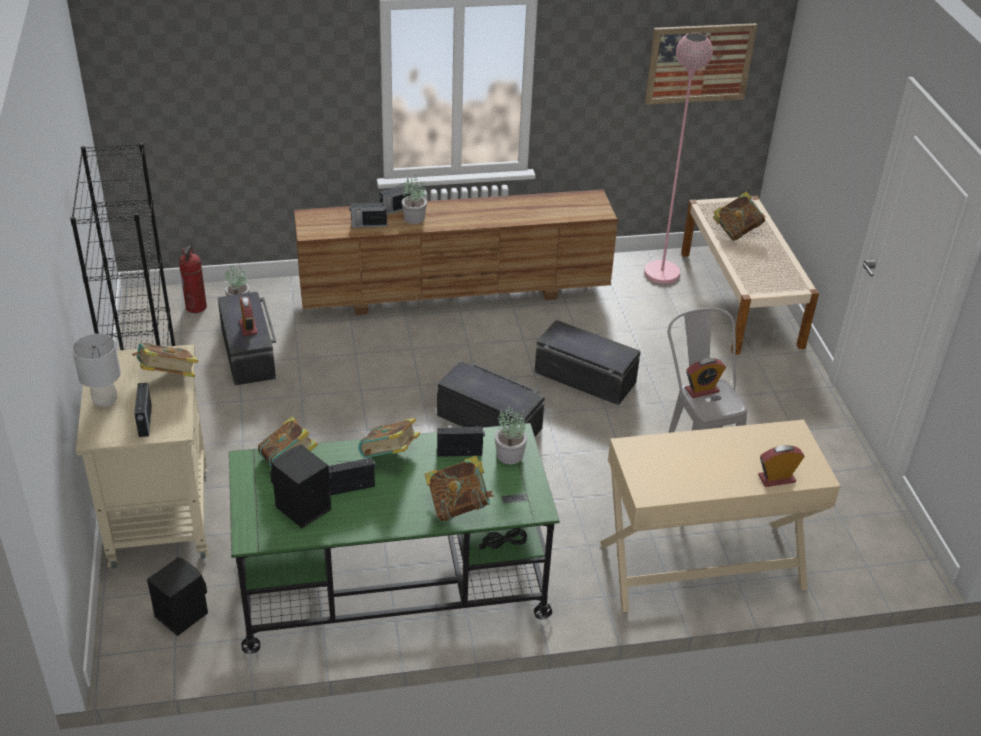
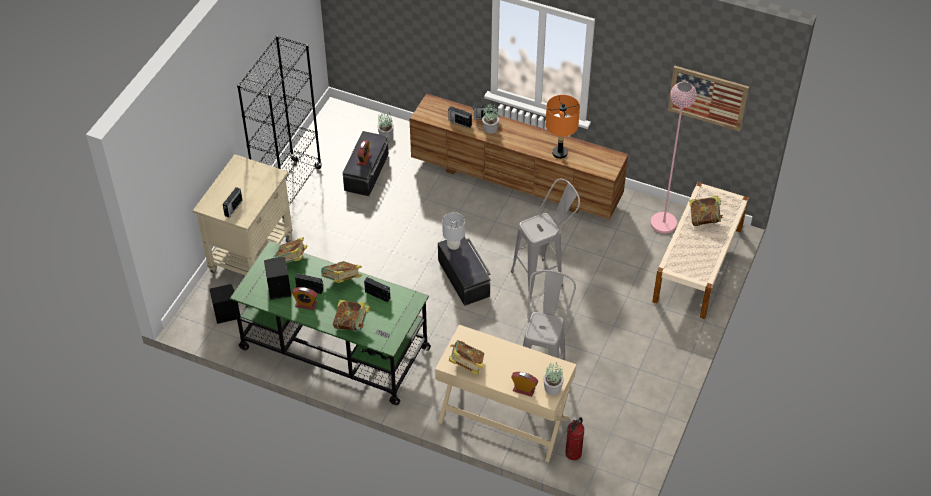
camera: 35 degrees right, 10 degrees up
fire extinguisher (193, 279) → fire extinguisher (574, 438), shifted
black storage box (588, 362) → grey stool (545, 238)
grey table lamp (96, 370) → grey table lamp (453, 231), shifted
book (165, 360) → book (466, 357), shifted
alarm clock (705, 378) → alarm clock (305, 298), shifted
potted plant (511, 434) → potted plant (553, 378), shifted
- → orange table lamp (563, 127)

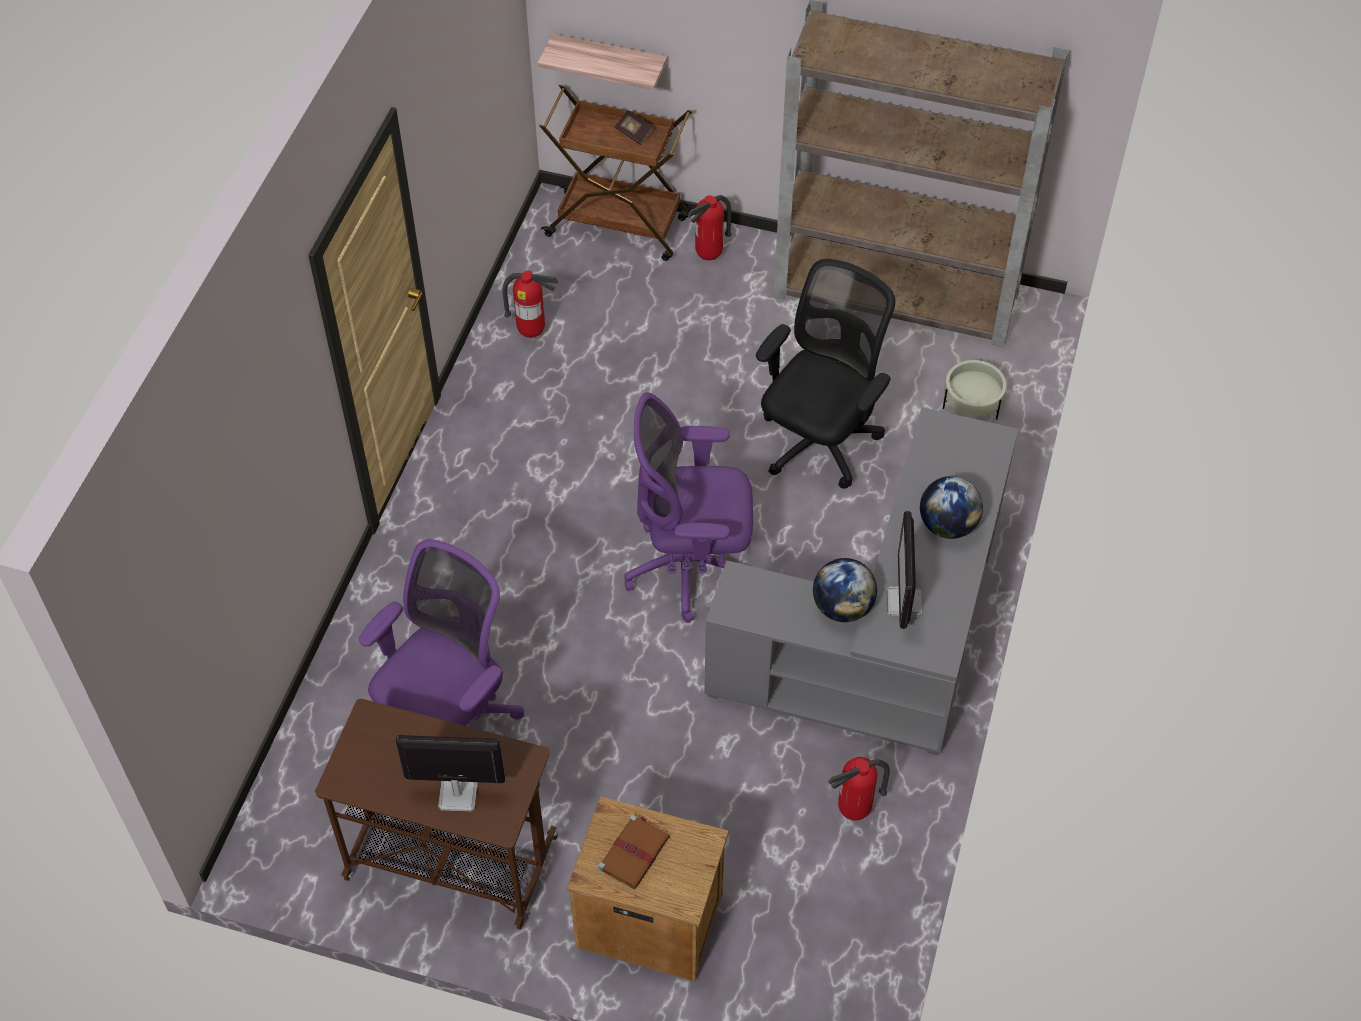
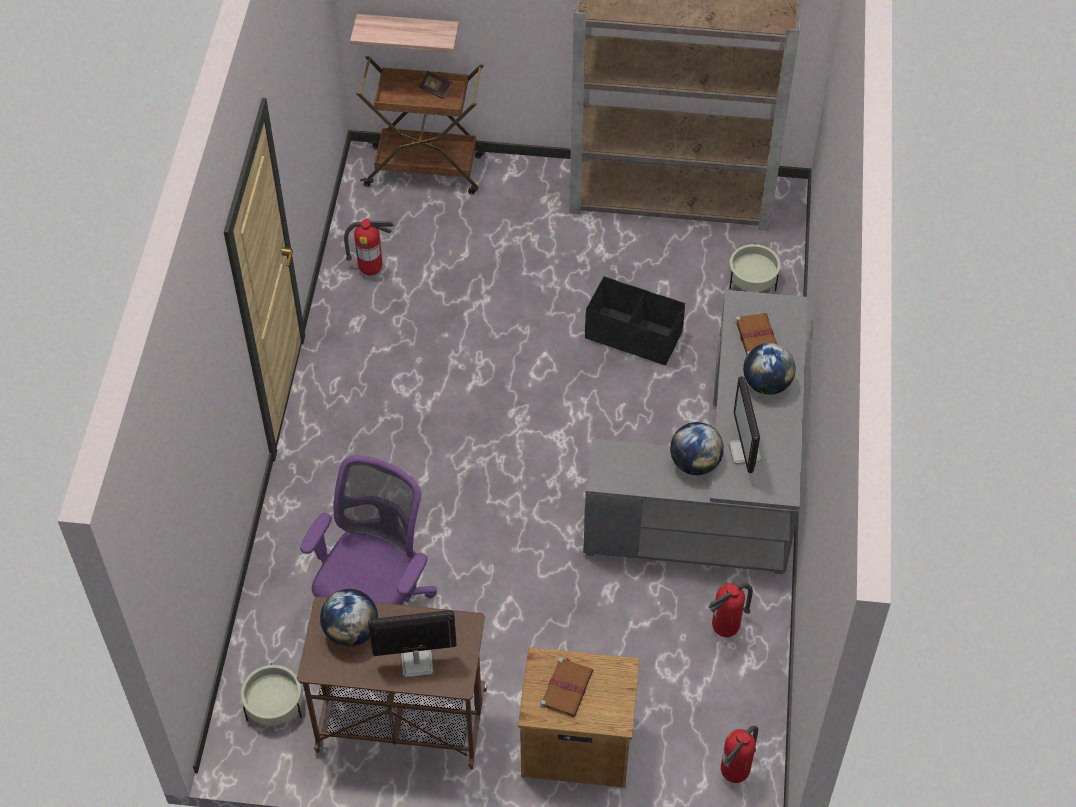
camera: 10 degrees left, 0 degrees up
fire extinguisher (710, 227) → fire extinguisher (739, 754), shifted
black office chair (825, 374) → black storage box (635, 321)
purple office chair (688, 507) → -
- → brown book (756, 335)
- → globe (349, 618)
- → beige planter (272, 694)

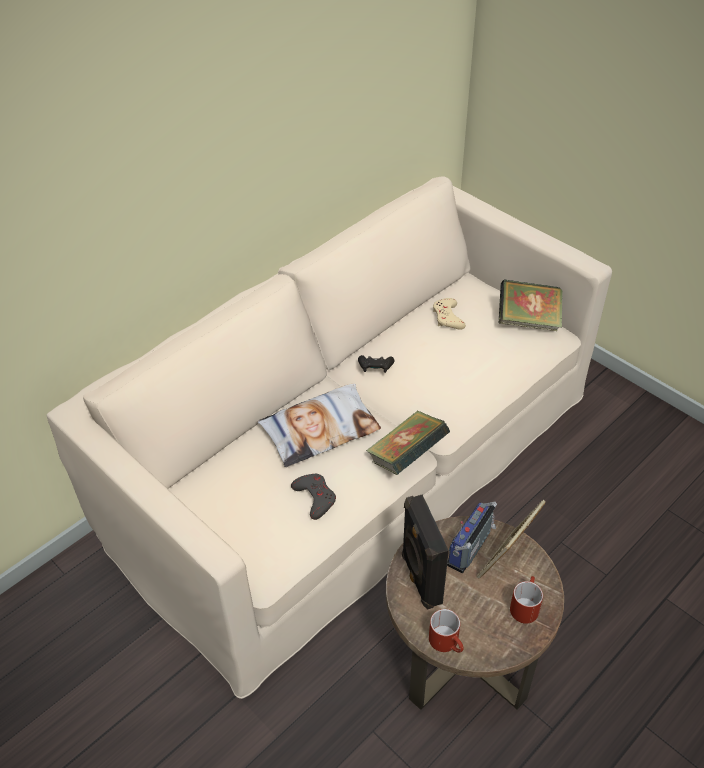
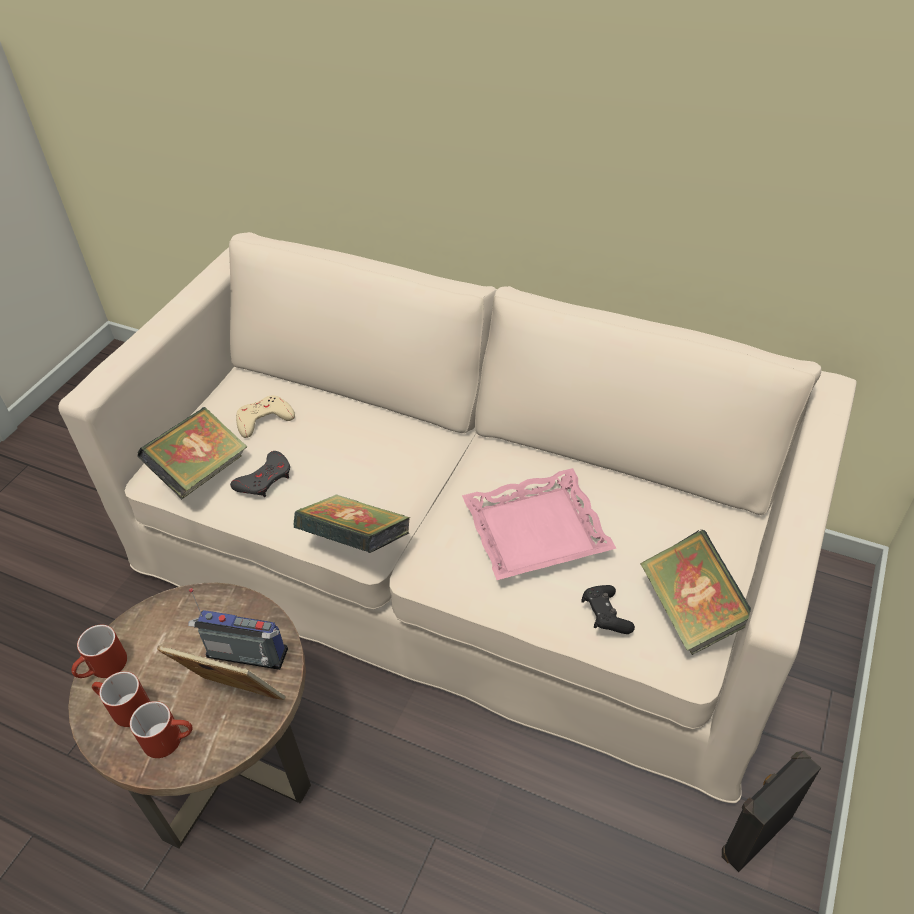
camera: 70 degrees right, 0 degrees up
beige game controller (449, 314) → beige game controller (265, 416), shifted
black game controller (376, 364) → black game controller (608, 609), shifted
pillow (319, 425) → -
black speaker (425, 551) → black speaker (771, 811), shifted
- → book (192, 453)
- → pink tray (539, 524)
- → red mug (121, 699)

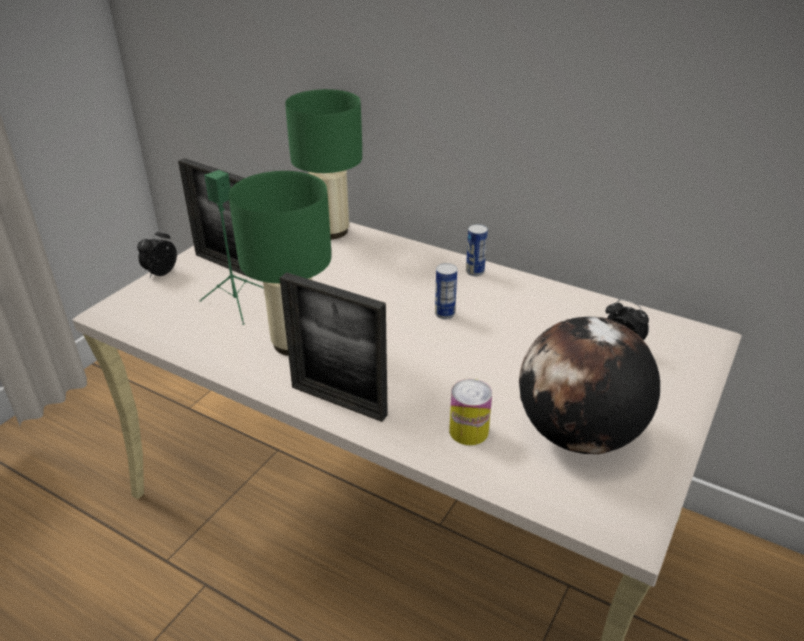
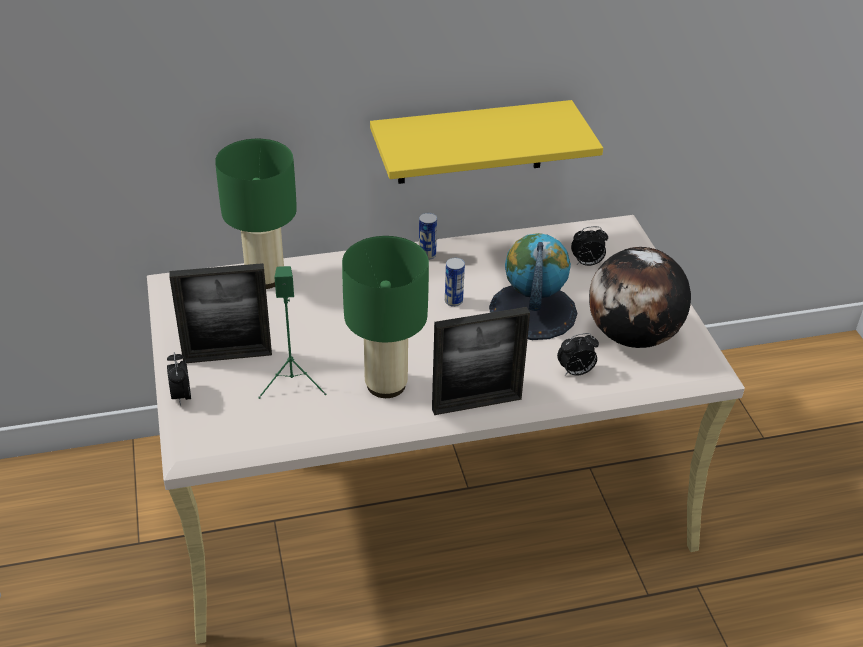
camera: 45 degrees left, 5 degrees up
can (470, 412) → alarm clock (578, 354)
- → yellow shelf (486, 142)
- → globe (533, 286)

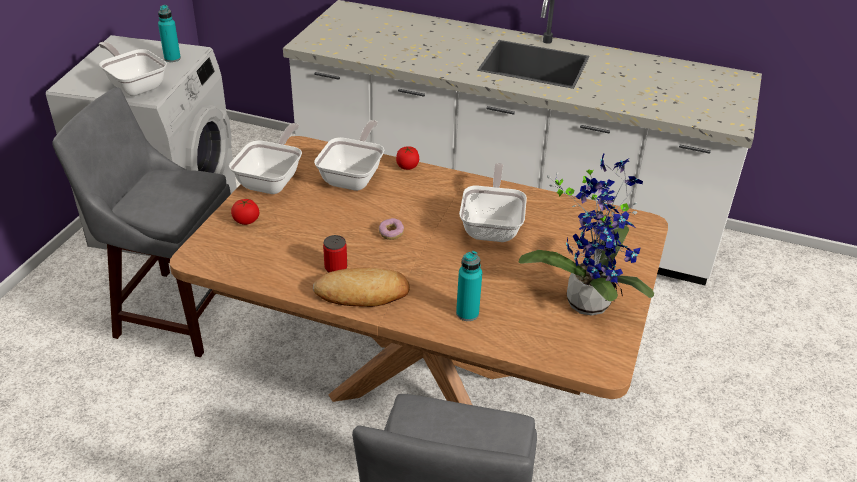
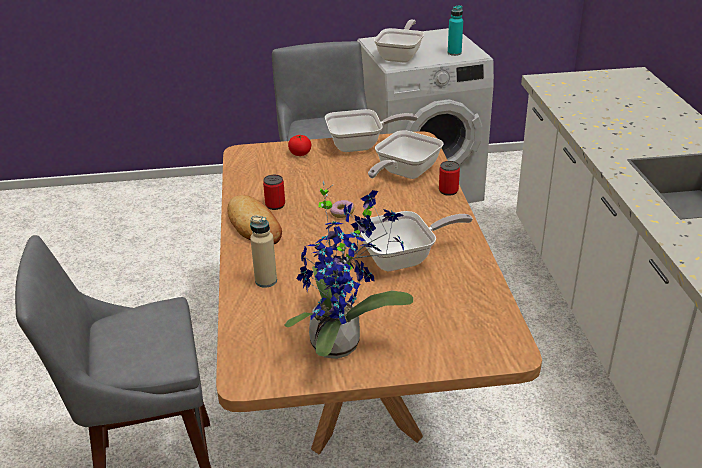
camera: 65 degrees right, 5 degrees down
frying pan (349, 155) → frying pan (406, 154), 135 degrees clockwise
tomato (407, 158) → can (449, 178)
turquoise bottle (469, 286) → beige bottle (263, 251)

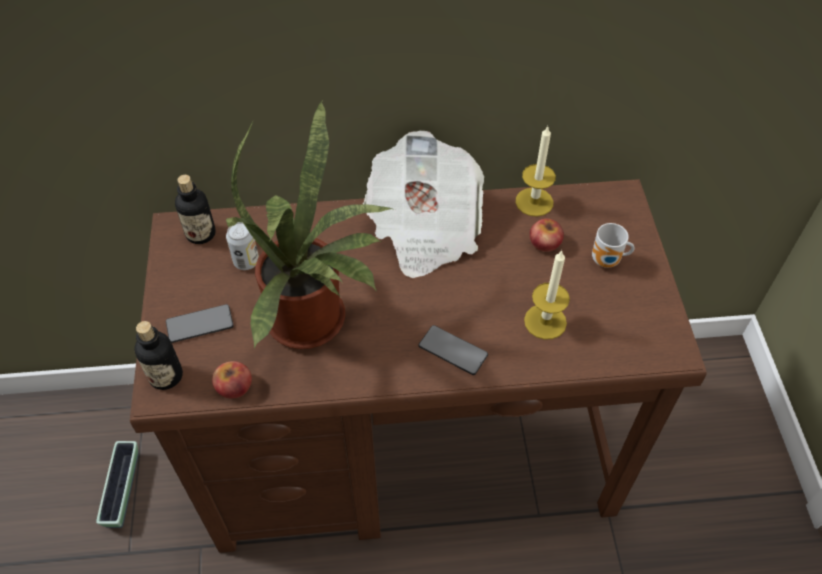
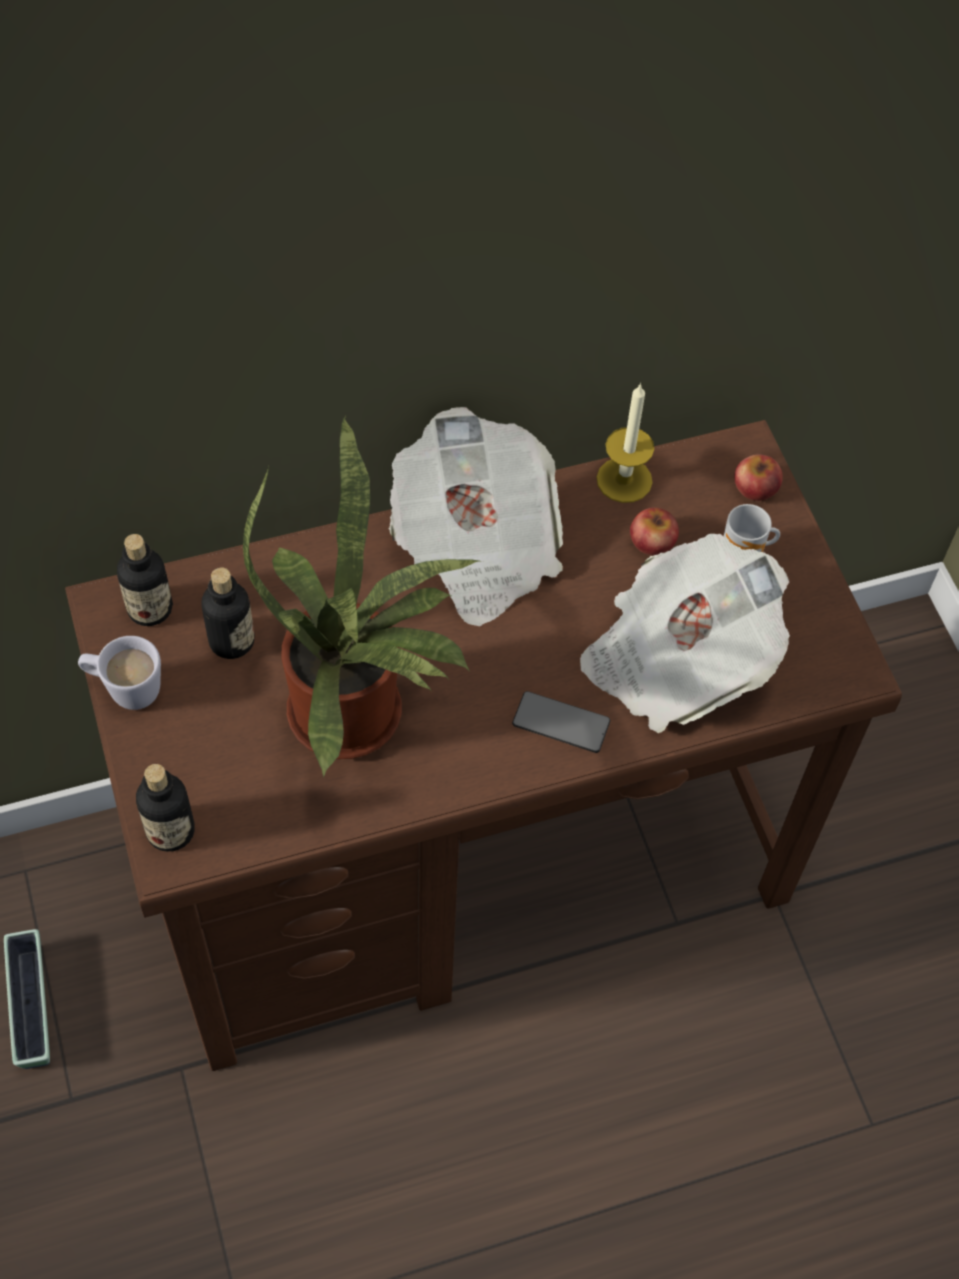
camera: 15 degrees left, 5 degrees up
can (242, 246) → bottle (227, 613)
candle (547, 295) → newspaper (685, 633)
phone (200, 323) → -
apple (232, 380) → apple (758, 477), shifted
- → white mug (119, 673)

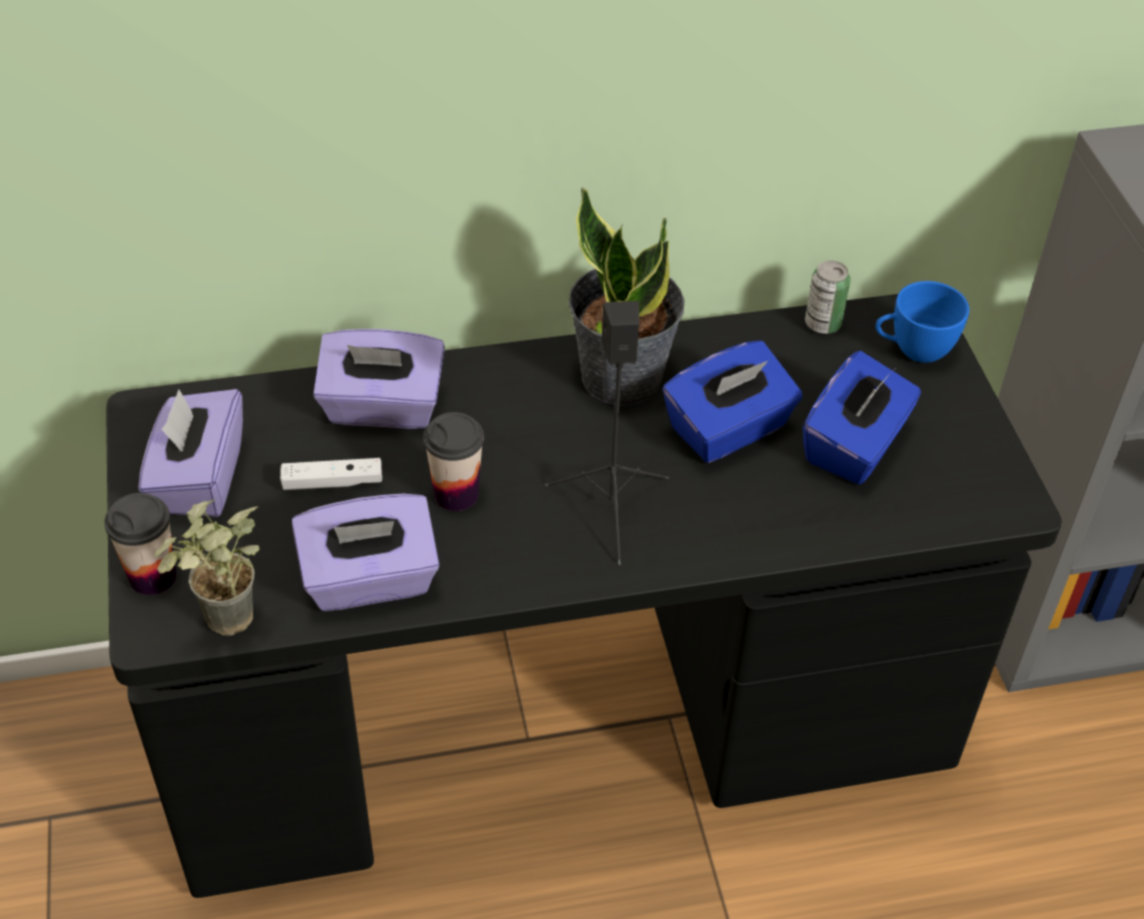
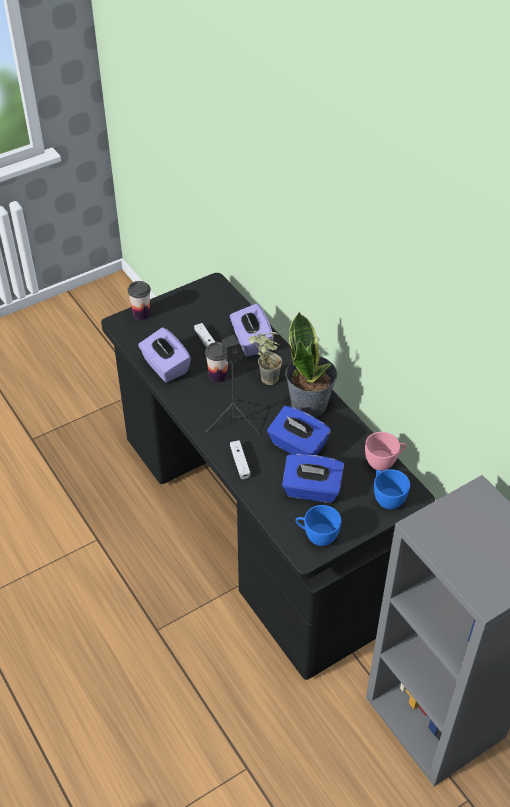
camera: 70 degrees right, 0 degrees up
can (827, 297) → pink cup (385, 451)
purple tissue box (190, 453) → -
potted plant (207, 567) → potted plant (265, 358), shifted
- → white game controller (240, 459)
- → blue cup (318, 525)

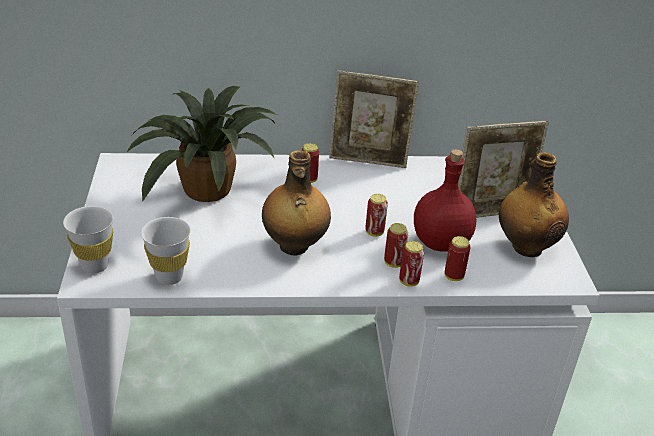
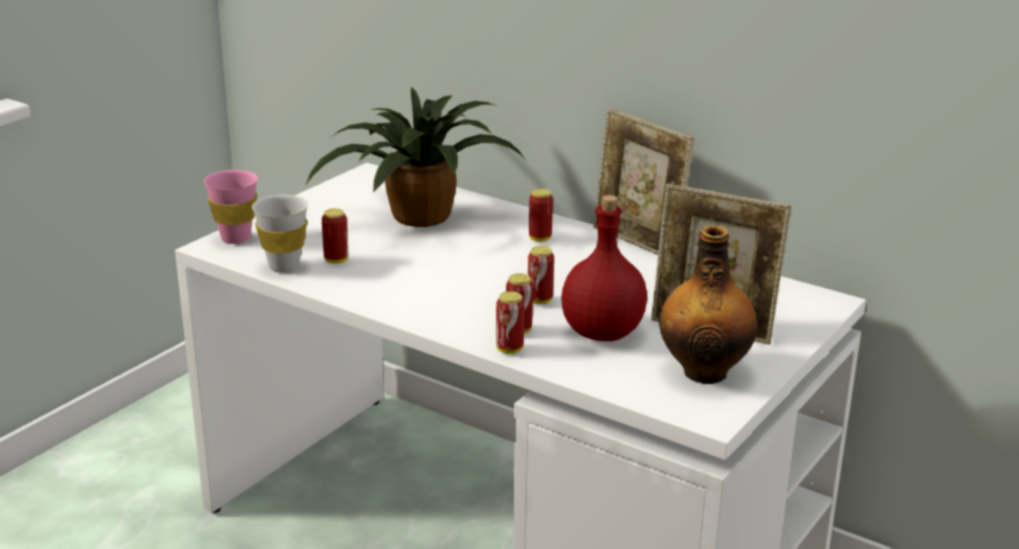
camera: 40 degrees right, 10 degrees down
bottle (296, 203) → -
white cup (88, 239) → pink cup (231, 207)
can (457, 258) → can (335, 236), shifted

